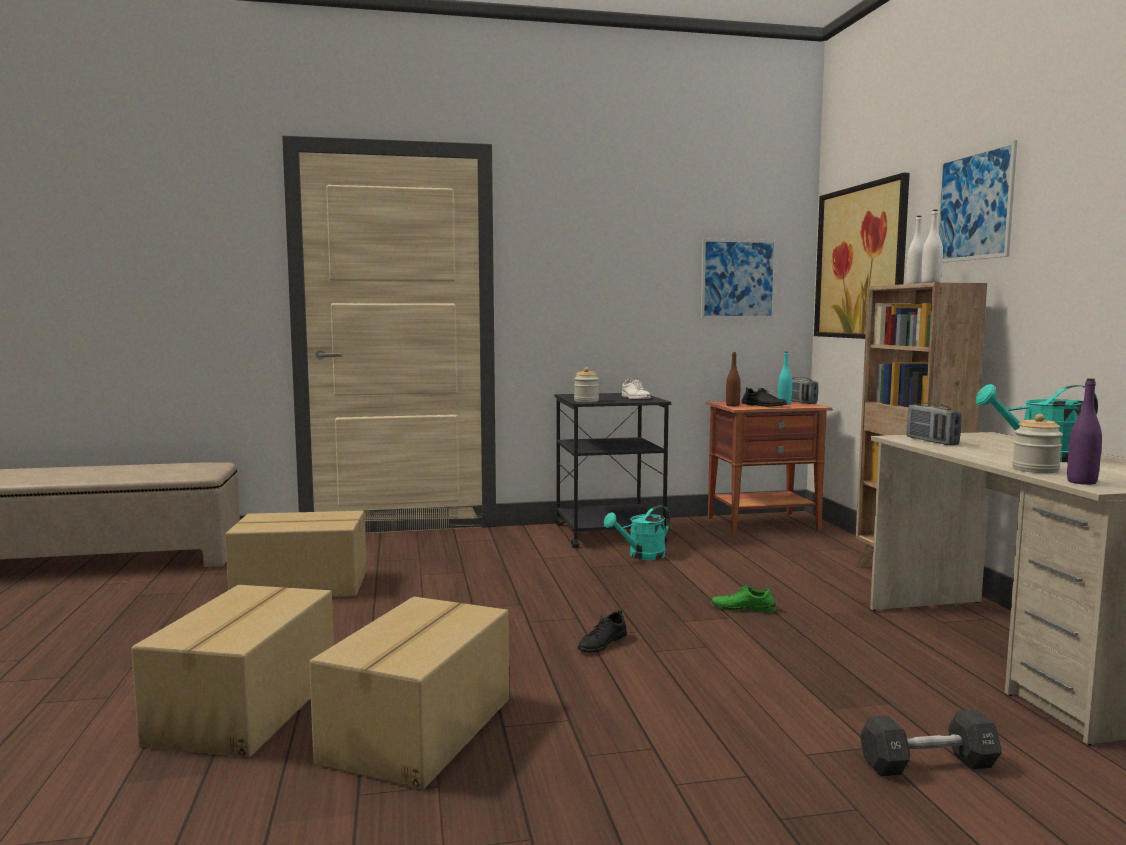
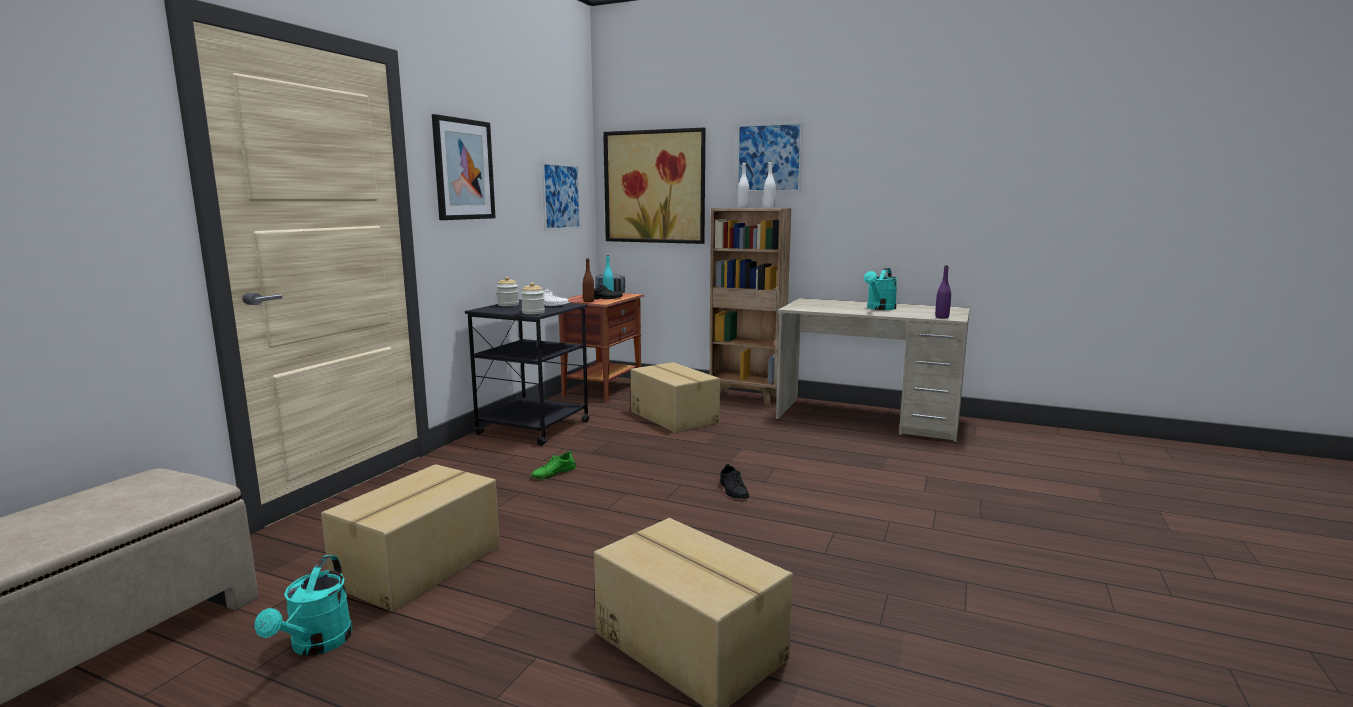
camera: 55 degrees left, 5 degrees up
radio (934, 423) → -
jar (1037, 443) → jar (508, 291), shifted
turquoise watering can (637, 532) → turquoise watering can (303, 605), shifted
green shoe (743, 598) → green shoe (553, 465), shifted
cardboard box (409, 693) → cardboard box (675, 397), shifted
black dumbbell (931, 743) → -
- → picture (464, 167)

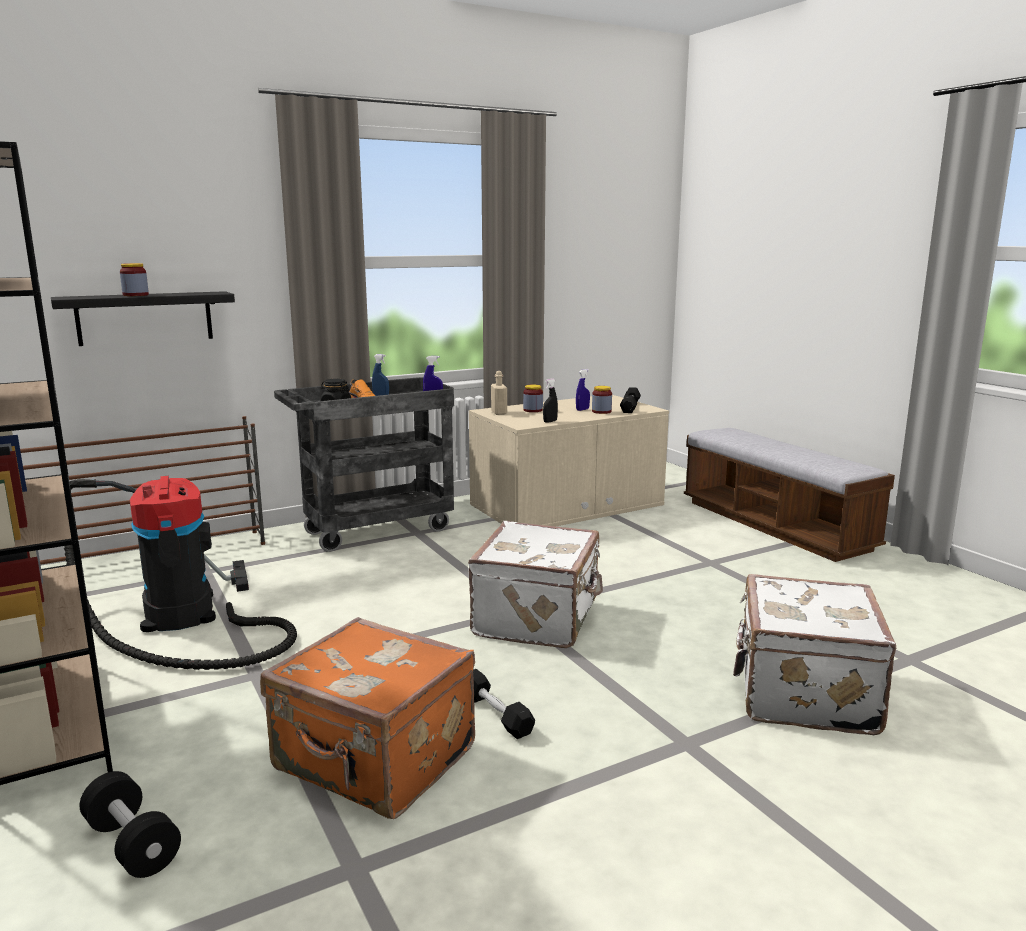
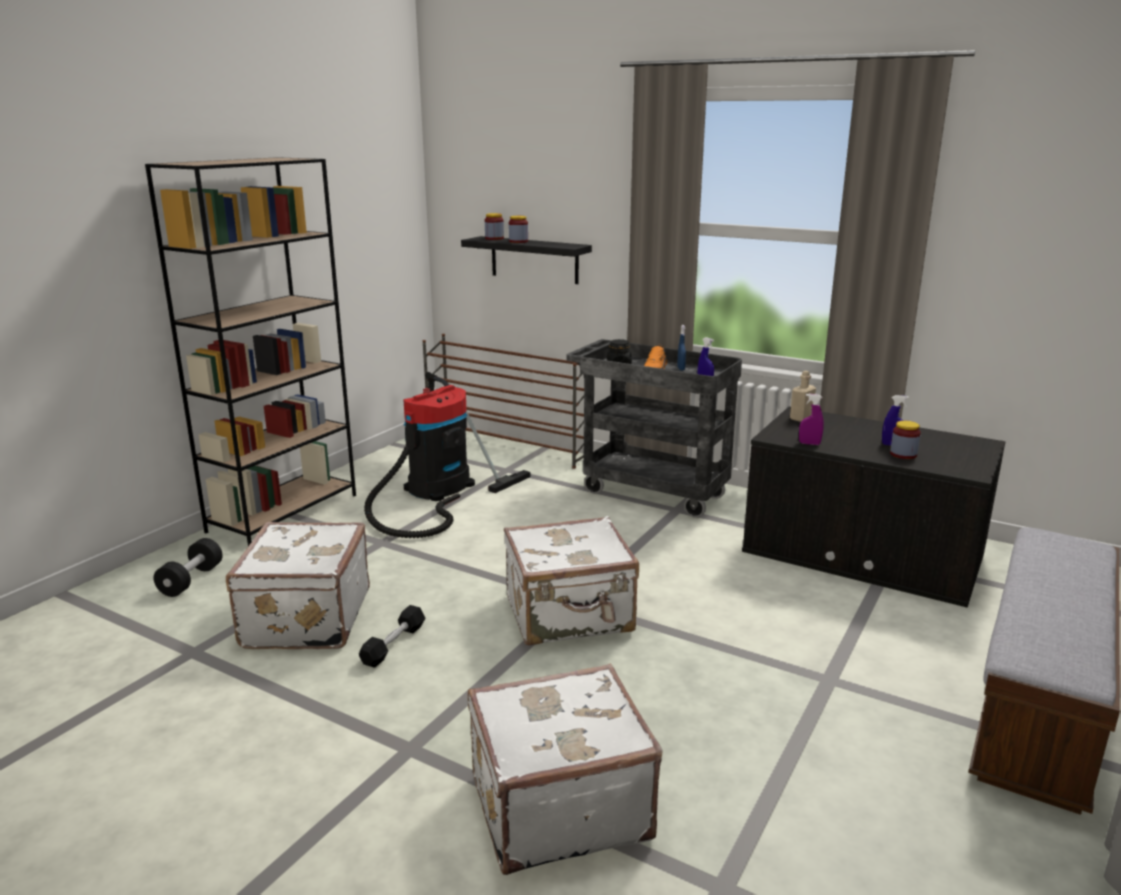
camera: 60 degrees right, 5 degrees up
black spray bottle (550, 401) → purple spray bottle (811, 419)
jar (533, 398) → jar (494, 226), shifted
black dumbbell (630, 400) → -
beige cabinet (569, 461) → black cabinet (874, 507)
orange suitcase (367, 718) → white suitcase (298, 585)

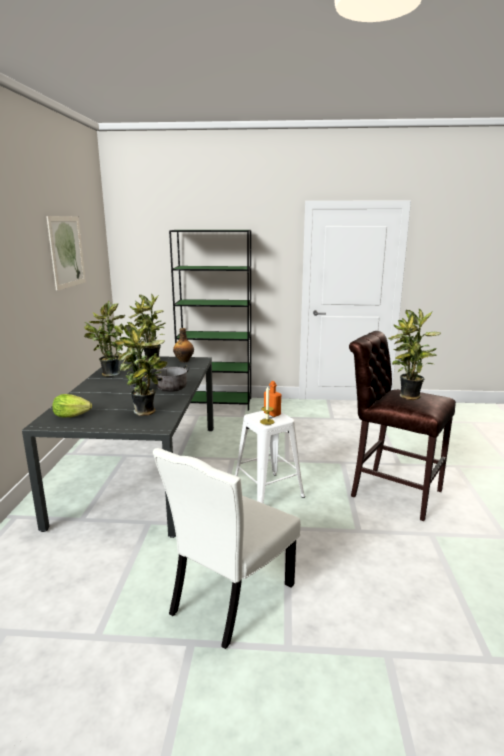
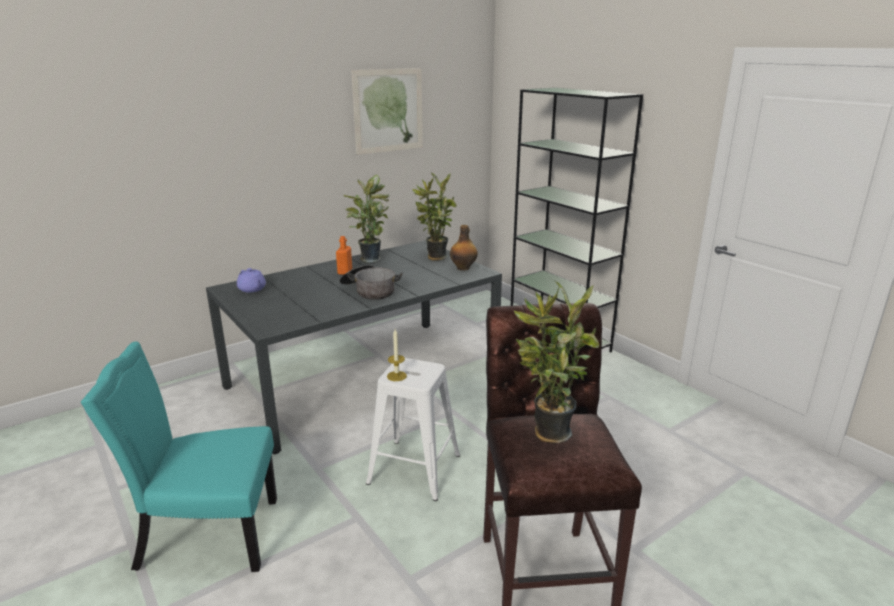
camera: 50 degrees right, 5 degrees up
potted plant (141, 369) → -
orange bottle (272, 399) → orange bottle (344, 255), shifted
lettuce (72, 405) → purple teapot (251, 280)
white chair (227, 548) → turquoise chair (179, 457)

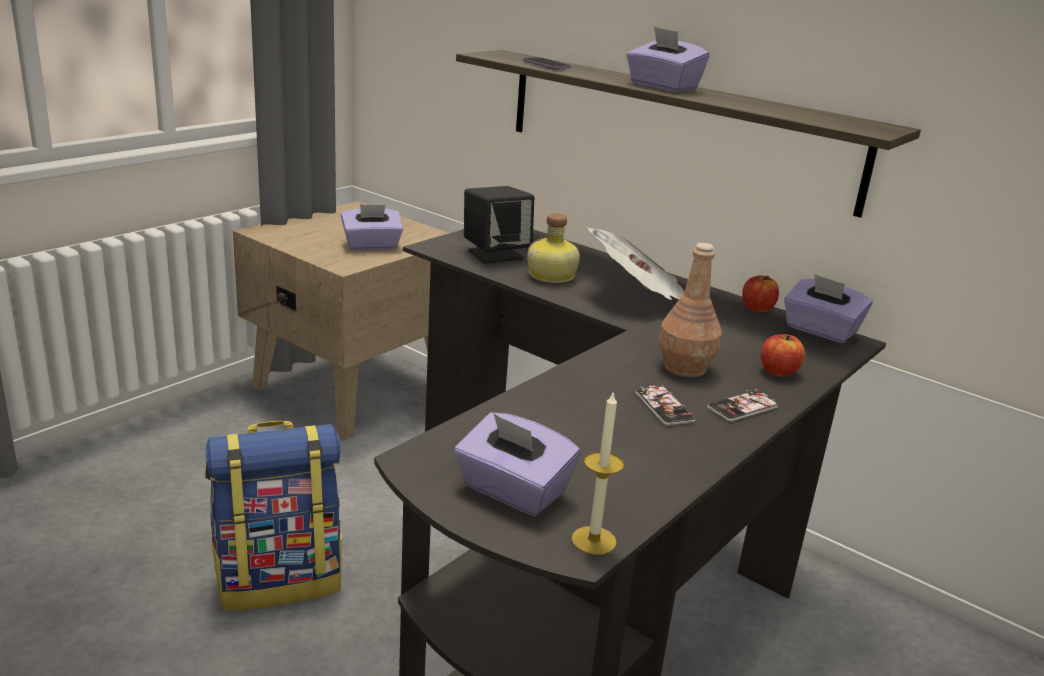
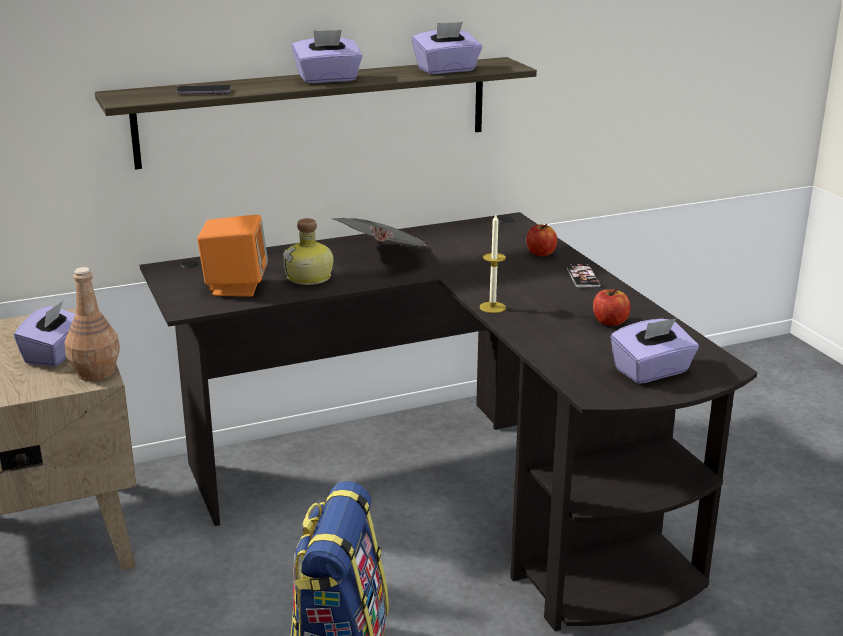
camera: 60 degrees left, 0 degrees up
black speaker (499, 224) → orange speaker (232, 256)
brown bottle (690, 310) → brown bottle (92, 324), shifted
purple tissue box (828, 308) → purple tissue box (447, 48), shifted
apple (760, 293) → apple (611, 307), shifted
phone (665, 405) → -
candle (597, 473) → candle (492, 263), shifted

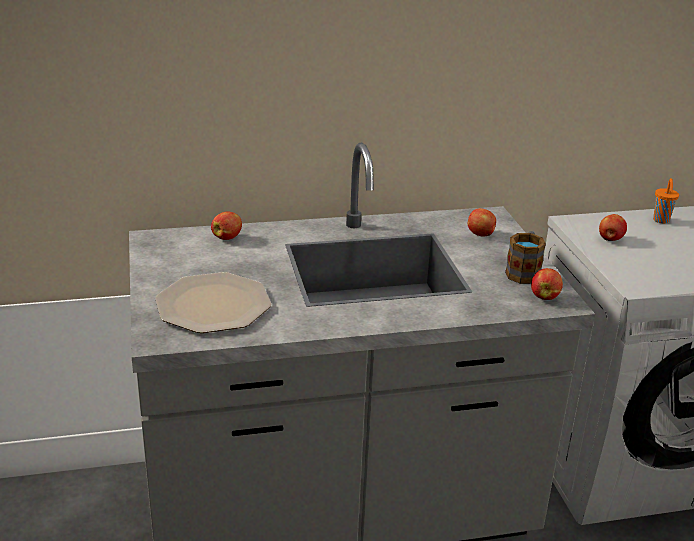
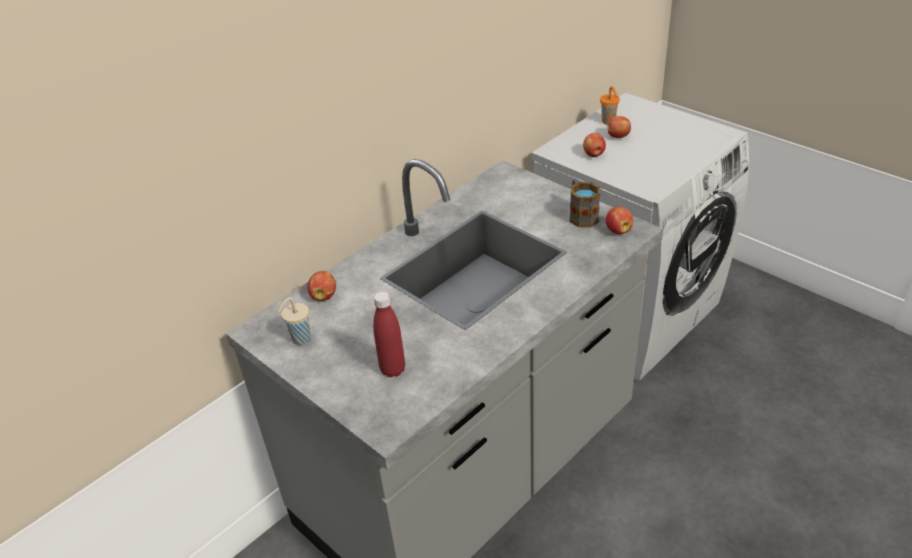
camera: 30 degrees left, 10 degrees up
apple (482, 222) → apple (619, 127), shifted
plate (213, 302) → red bottle (389, 334)
- → beige cup (294, 321)

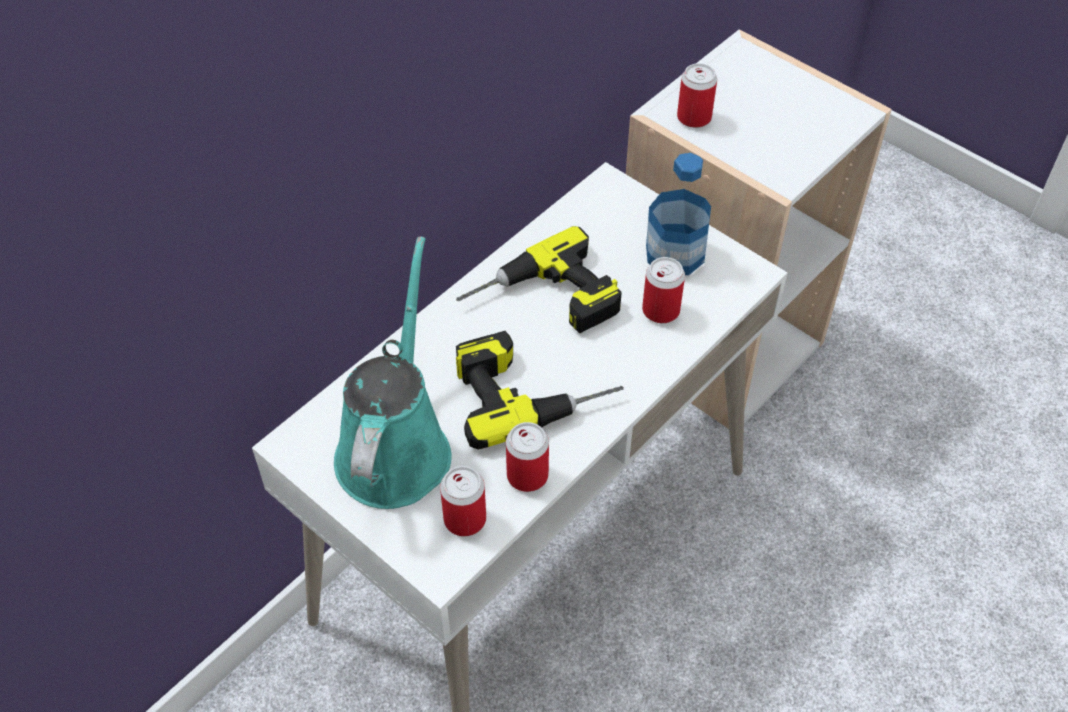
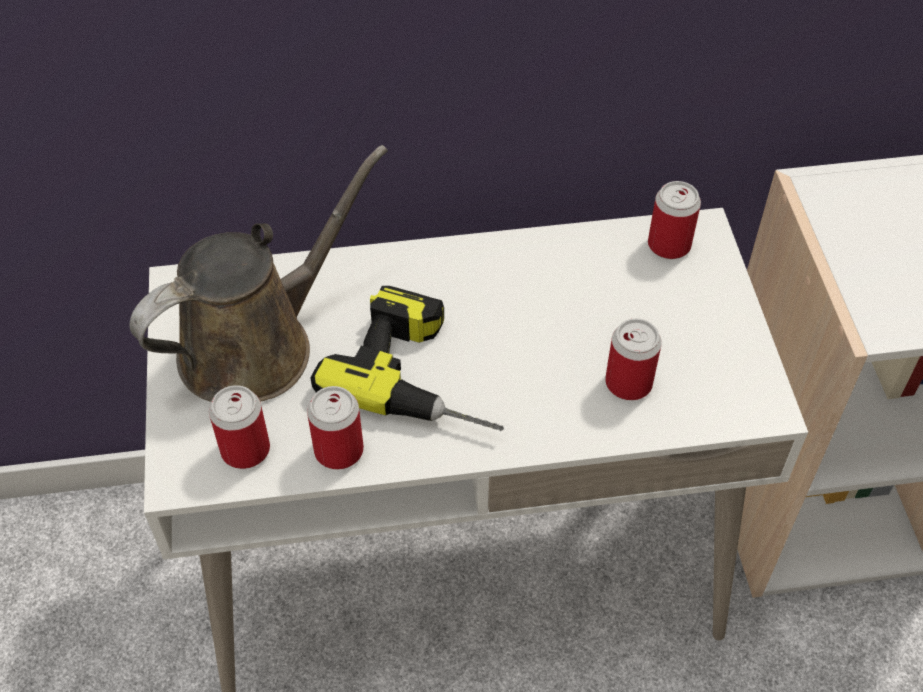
camera: 40 degrees right, 0 degrees up
can (697, 95) → can (674, 220), shifted
bottle (678, 214) → -
power drill (539, 279) → -
turquoise watering can (393, 373) → brown watering can (258, 273)

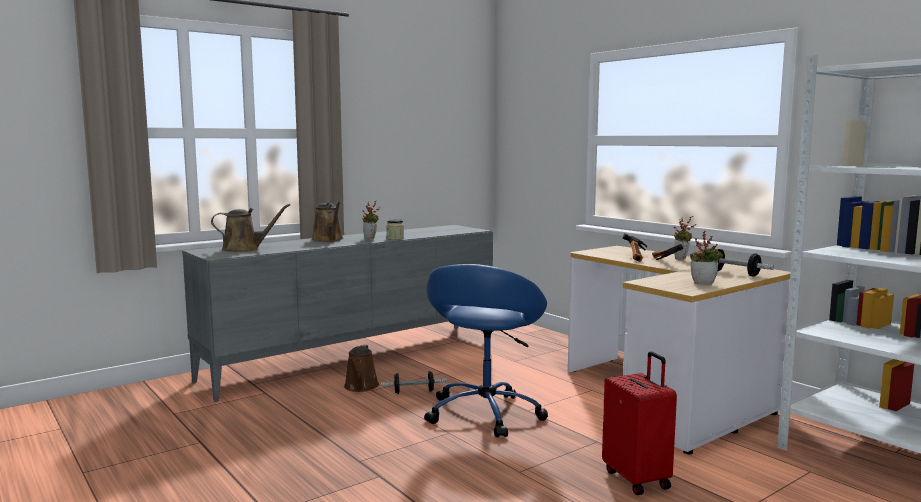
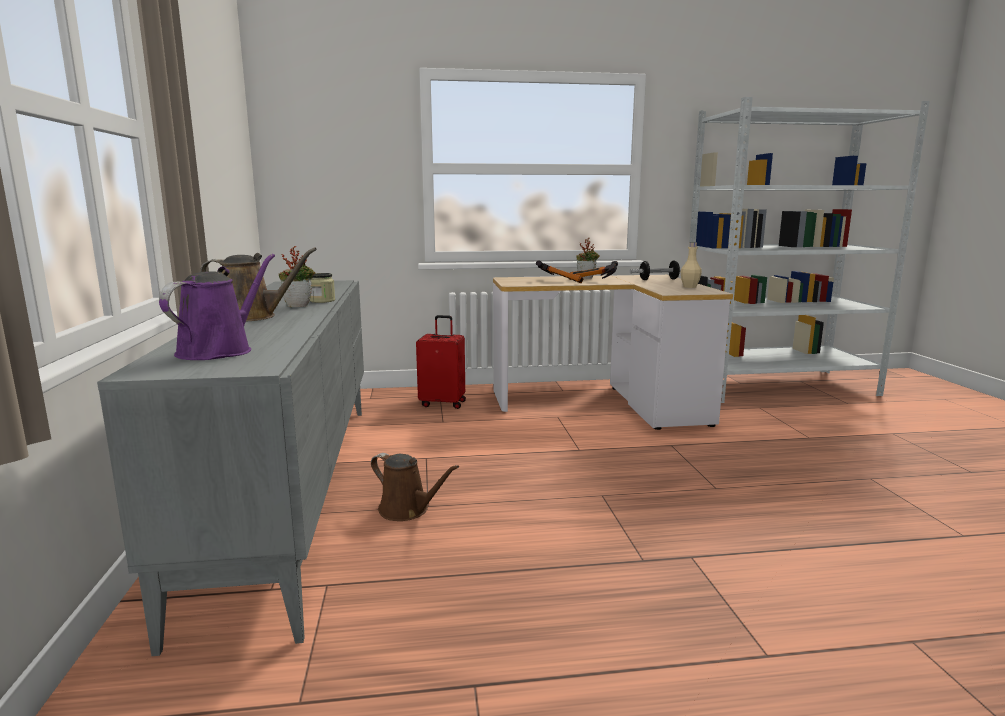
camera: 60 degrees left, 5 degrees up
brown watering can (250, 228) → purple watering can (217, 307)
potted plant (706, 257) → beige bottle (691, 265)
blue office chair (486, 350) → -
red suitcase (639, 423) → red suitcase (441, 362), shifted
dumbbell (414, 382) → -

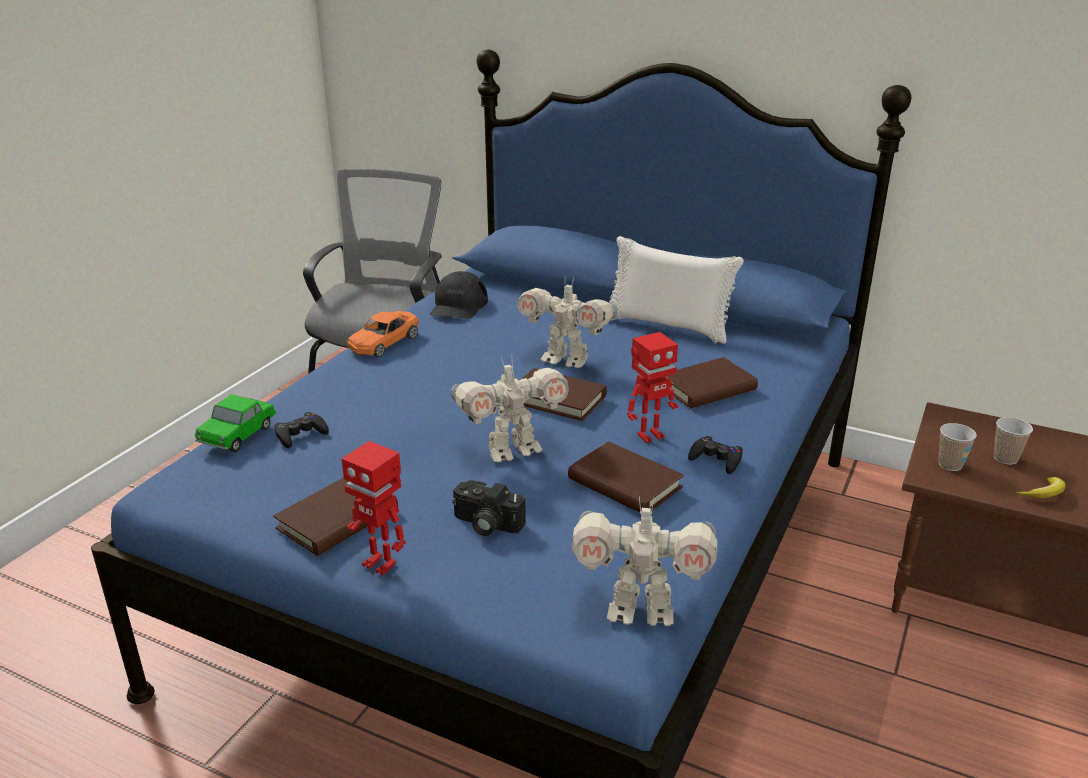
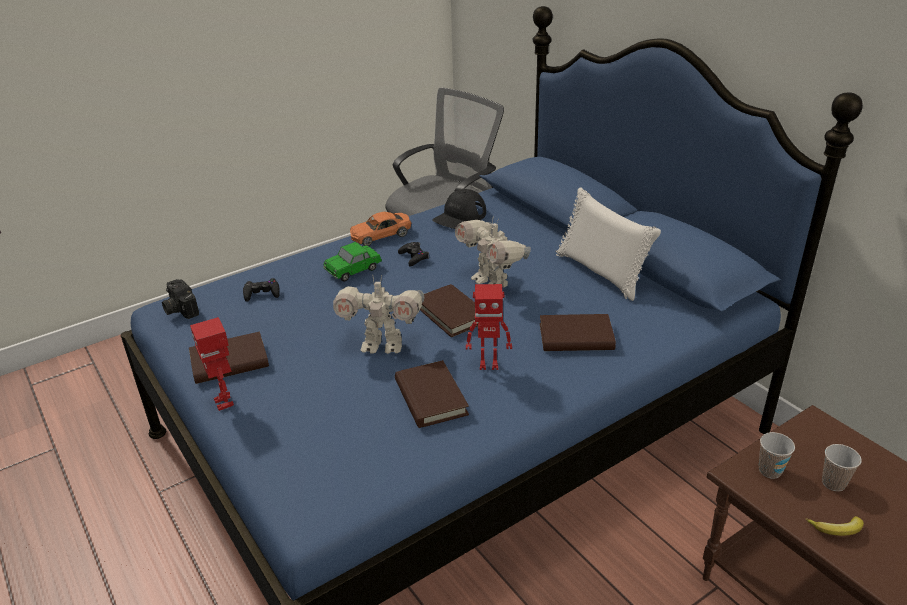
camera: 30 degrees right, 5 degrees up
toy car (235, 423) → toy car (352, 261), shifted
black game controller (715, 455) → black game controller (413, 254), shifted
photo camera (489, 508) → photo camera (180, 299), shifted
toy robot (644, 561) → -

